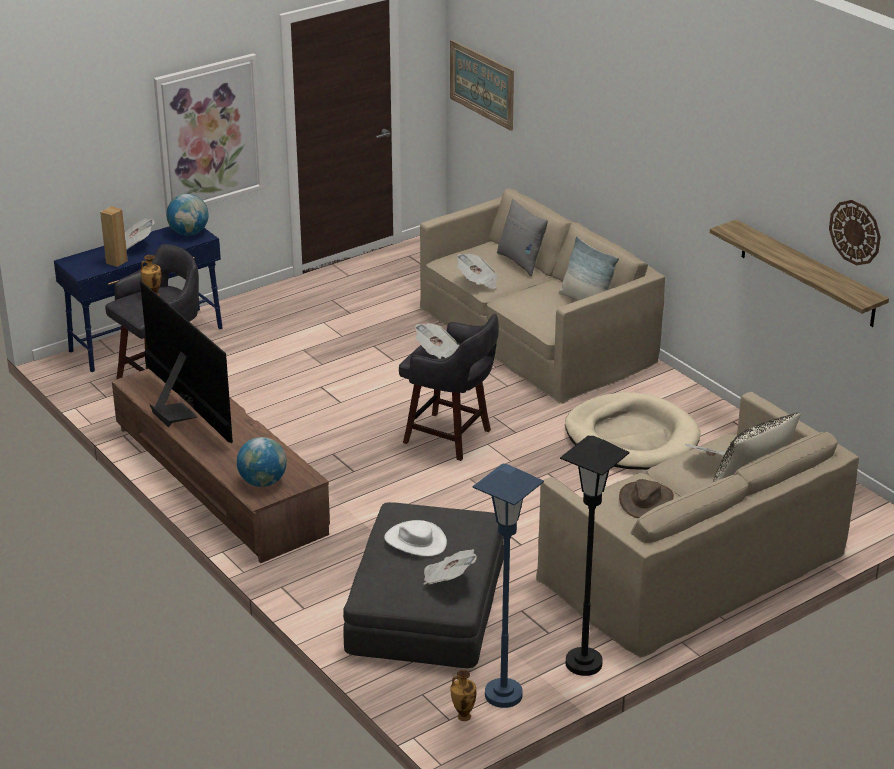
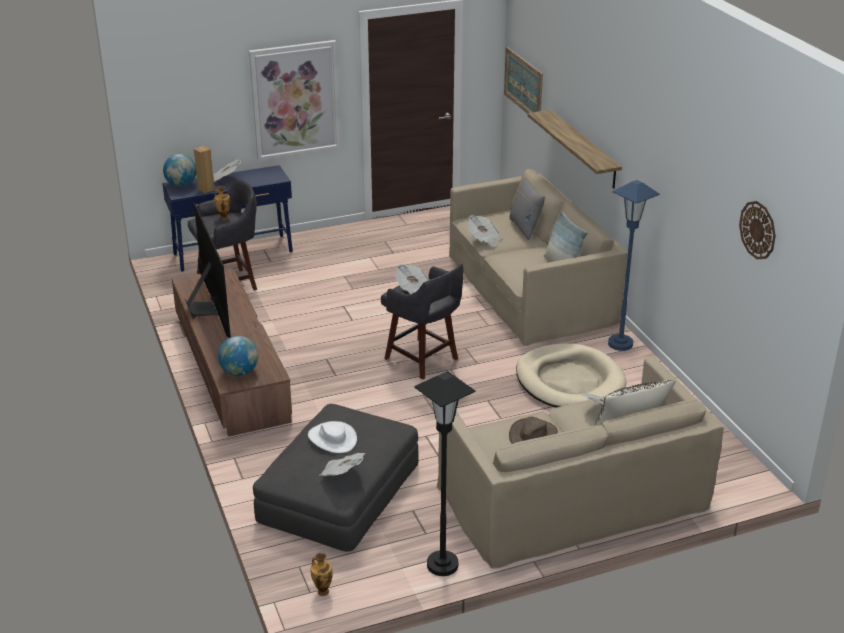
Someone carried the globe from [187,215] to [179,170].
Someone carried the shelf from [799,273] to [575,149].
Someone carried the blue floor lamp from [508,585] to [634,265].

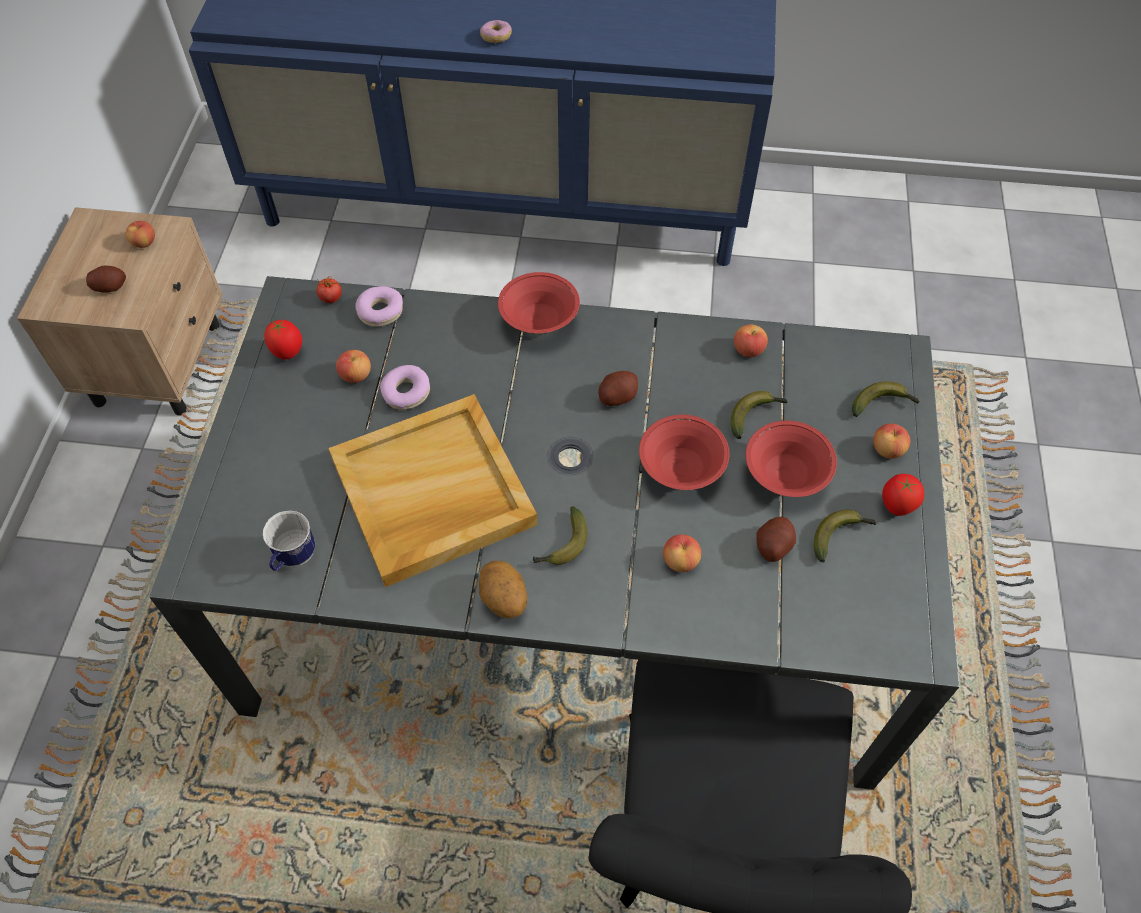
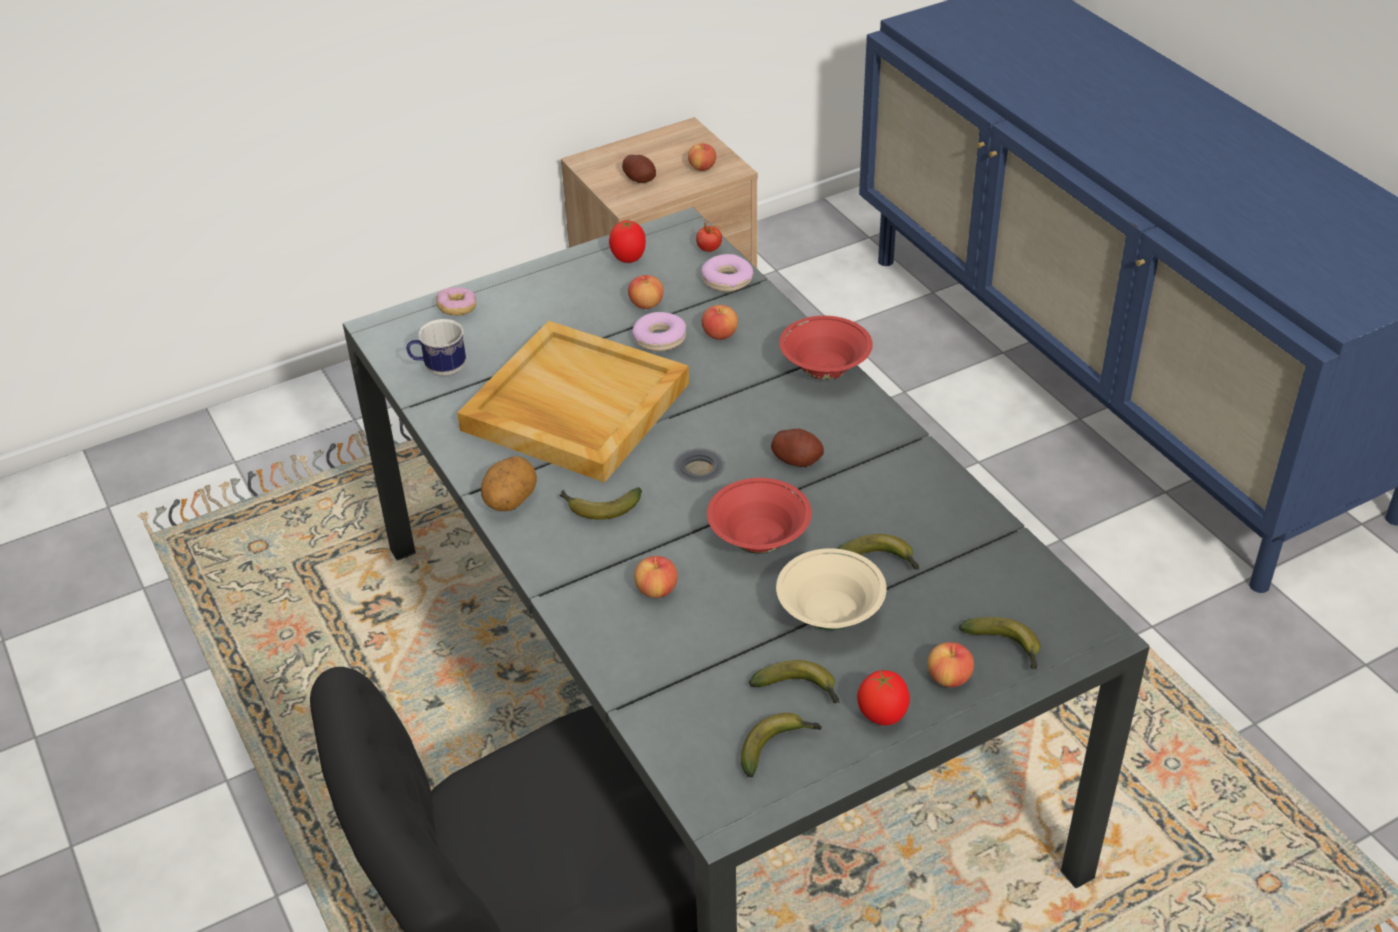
Someone carried the donut from [496,31] to [456,301].
Someone carried the apple from [751,340] to [720,322].
Someone put down the banana at [781,745].
Someone repainted the red bowl at [791,459], which became the beige bowl at [831,589].
Someone took away the potato at [776,539].

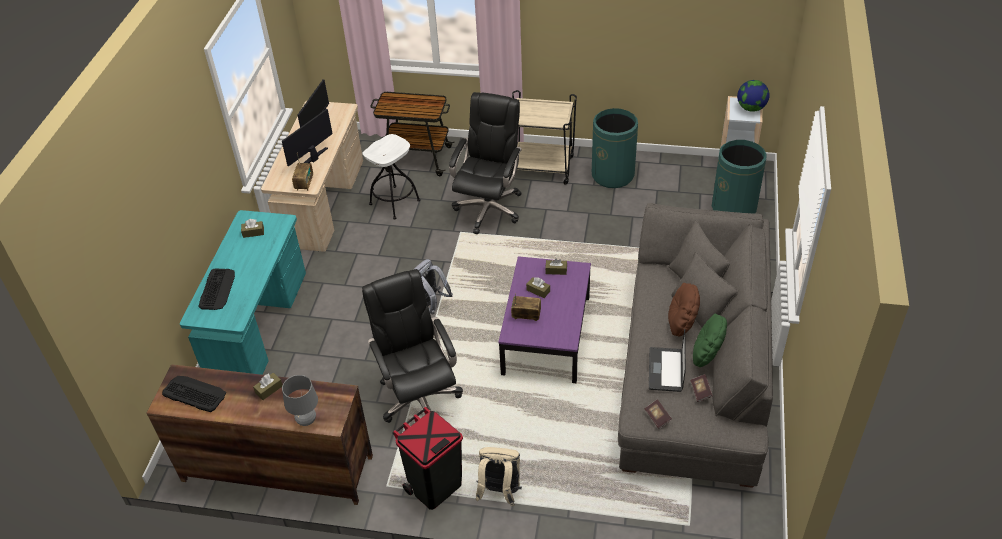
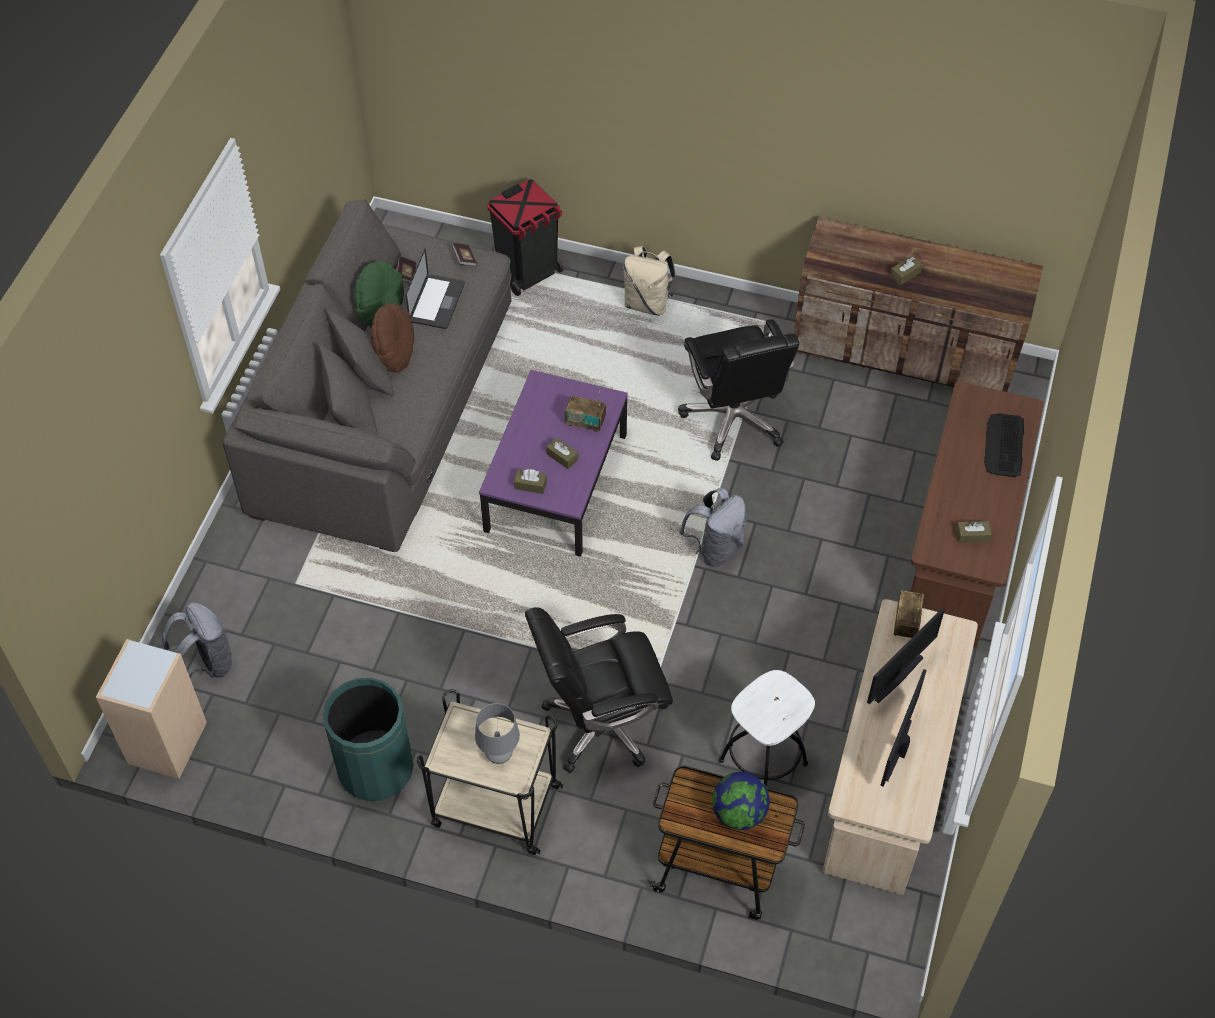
Someone swapped the green trash can at [739,177] for the grey backpack at [197,640].
Someone carried the grey table lamp from [300,400] to [497,733].
Someone carried the black trash can from [428,458] to [525,237].
Someone rotated the black office chair at [485,163] by 45 degrees clockwise.
Someone carried the globe from [753,96] to [741,801].
Someone repainted the turquoise desk at [243,292], which became the brown desk at [976,514].
Someone took away the keyboard at [194,394].

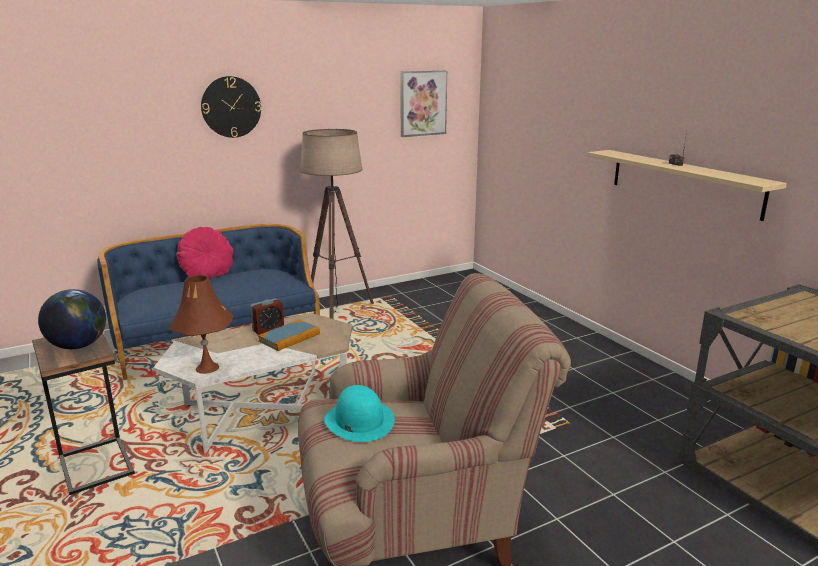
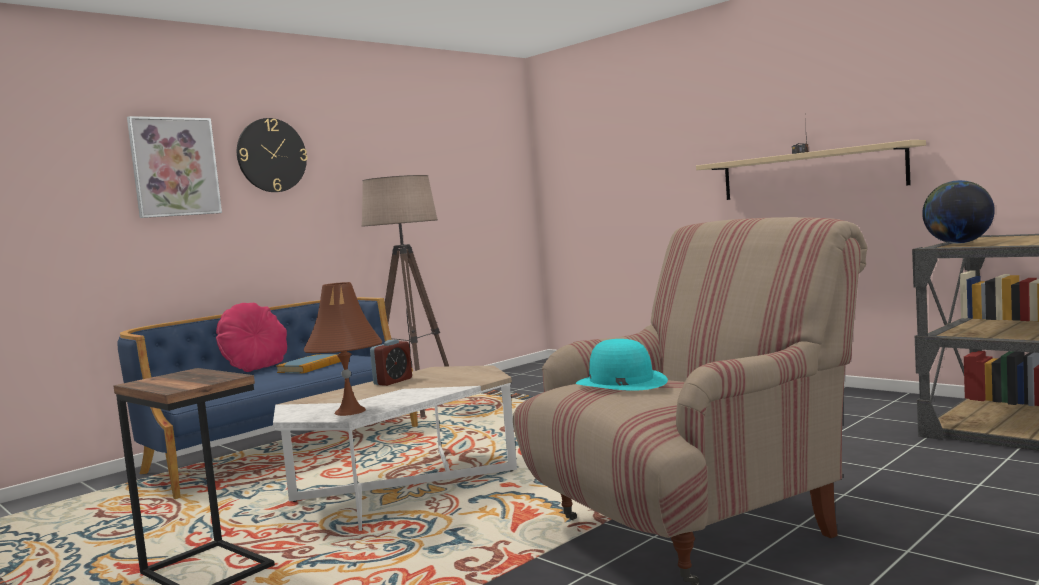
Someone carried the picture from [423,104] to [174,167].
Someone carried the book from [289,335] to [308,363].
Someone carried the globe from [72,319] to [958,212].

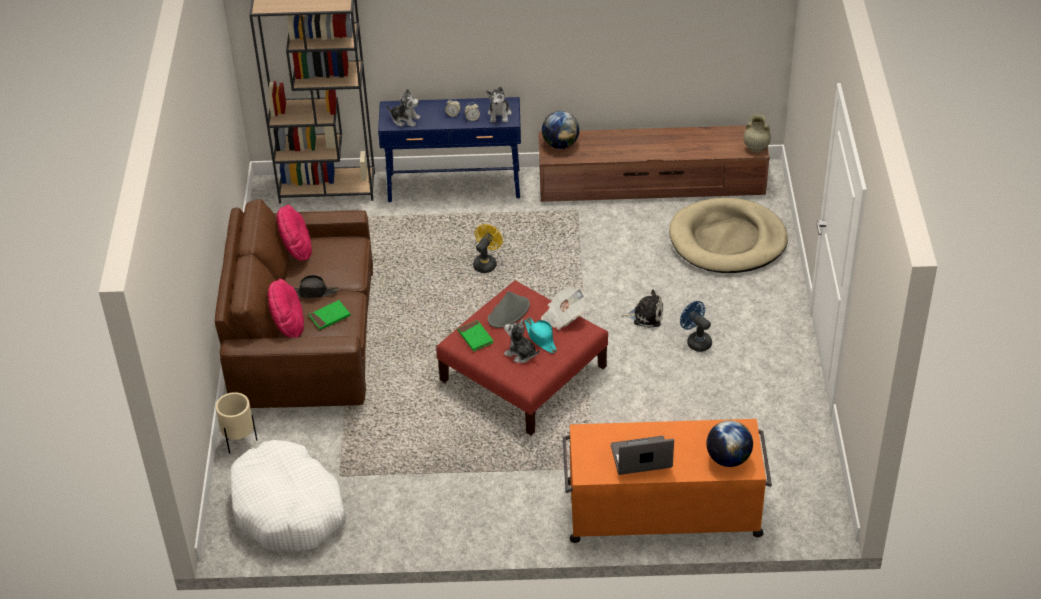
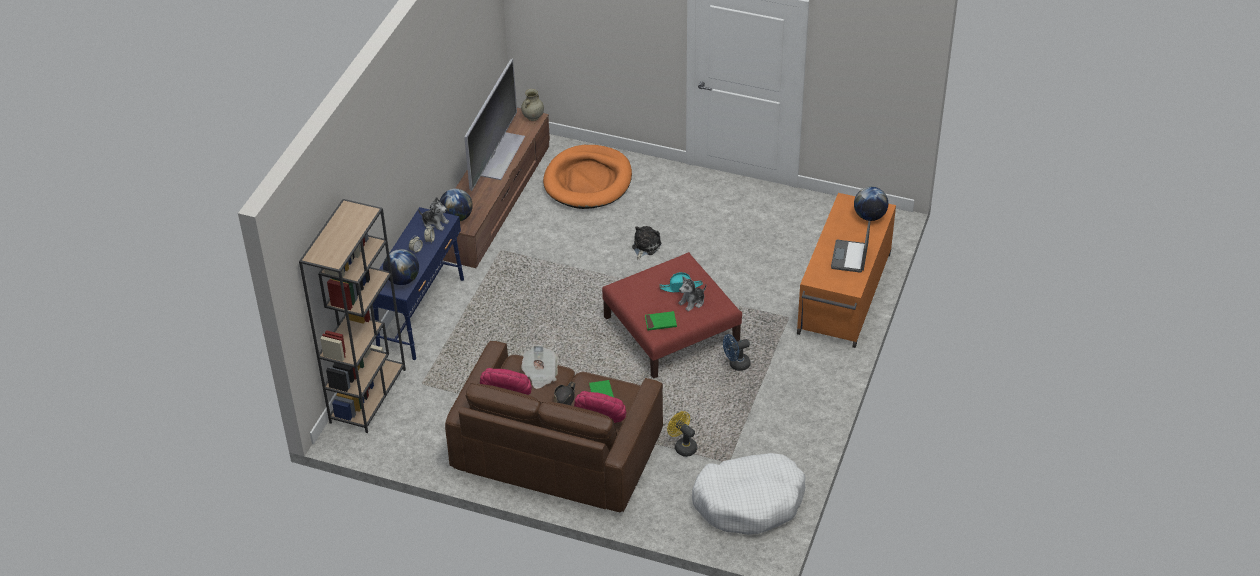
Someone swapped the plush toy at [403,108] for the globe at [401,267].
Someone put down the television at [494,125].
Someone carried the newspaper from [563,308] to [539,367].
Someone repainted the beige dog bed at [728,235], which became the orange dog bed at [587,177].
Someone carried the yellow fan from [488,248] to [682,434].
Someone carried the blue fan from [696,326] to [737,352].
Someone took away the beige planter at [236,423].
Someone took away the grey hat at [509,309].

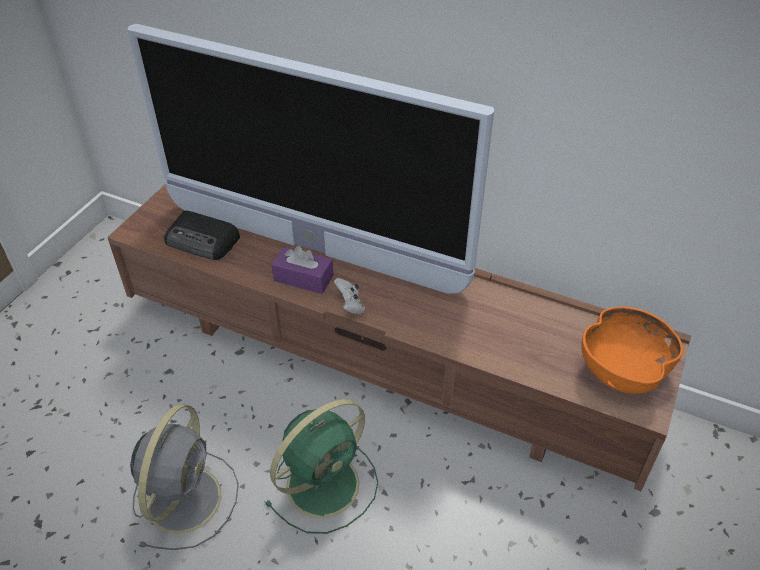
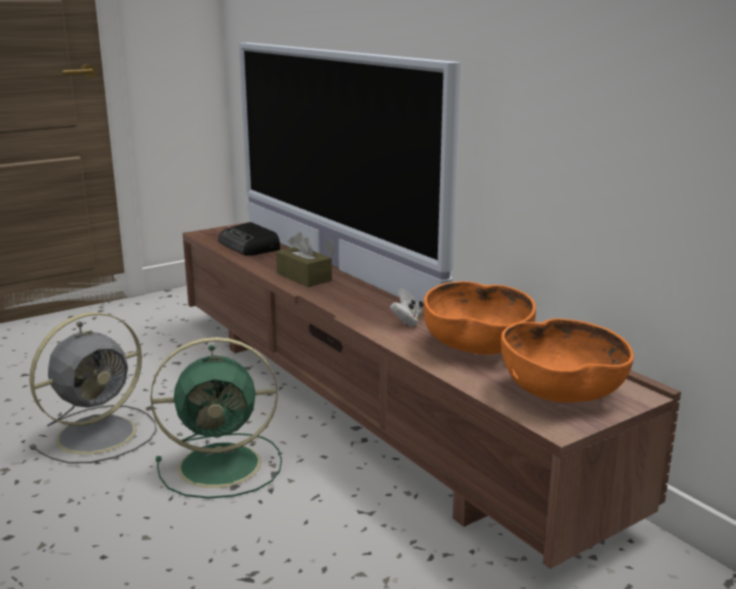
Someone repainted the purple tissue box at [303,270], which became the brown tissue box at [304,259].
Someone carried the white game controller from [349,296] to [407,307].
Someone put down the orange bowl at [480,318].

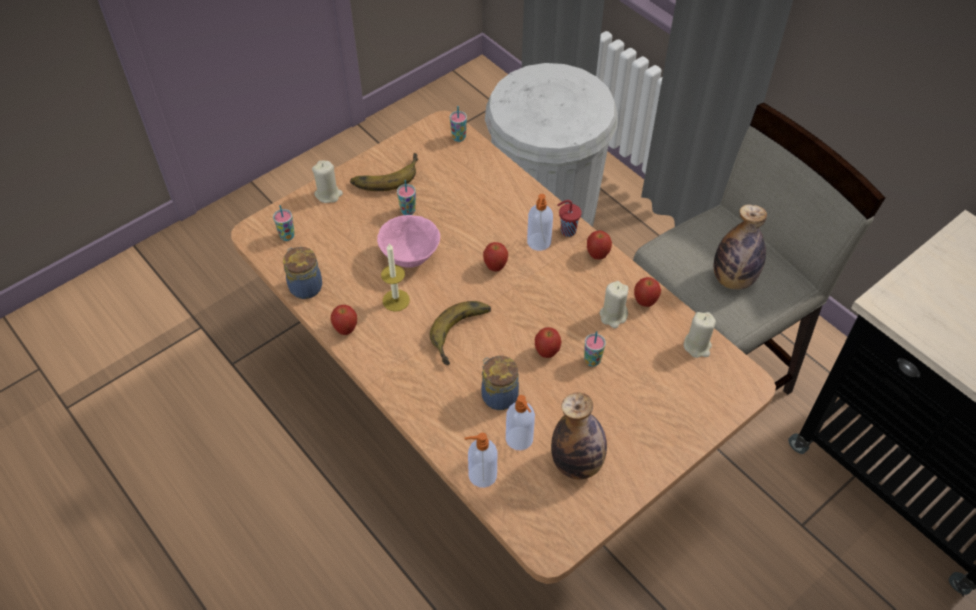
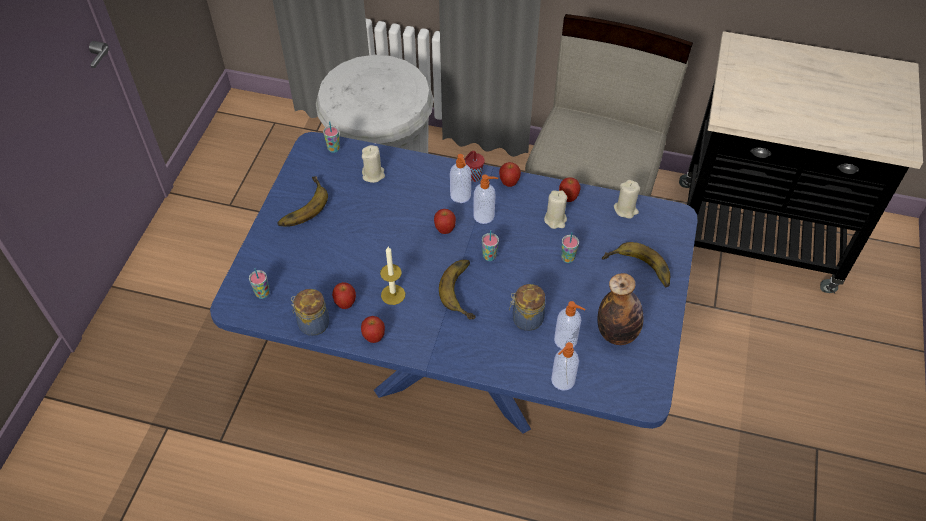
Someone repainted the brown dining table at [503,347], which became the blue dining table at [453,282].
Someone carried the apple from [548,342] to [344,295].
Someone carried the beige candle from [327,182] to [373,164].
Someone put down the soap dispenser at [485,199].
Someone carried the cup from [406,197] to [490,245].
Someone put down the banana at [636,264].
Someone took away the pink bowl at [408,241].
Someone took away the bottle at [740,247].

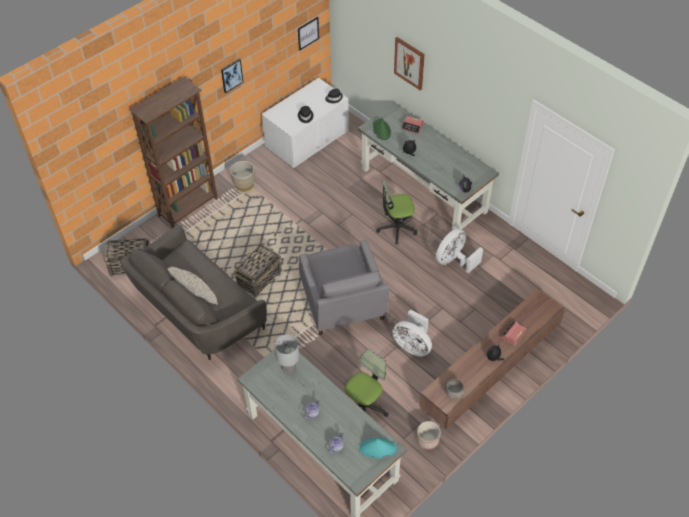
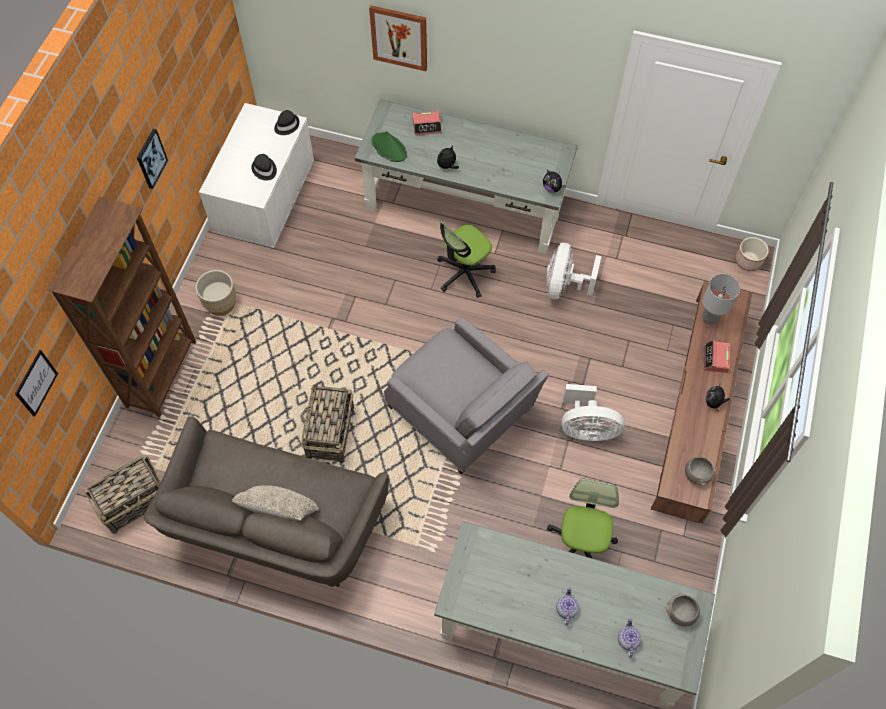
Someone carried the picture from [308,34] to [36,383].
Someone swapped the turquoise hat at [378,448] for the grey bowl at [683,610].
Someone carried the grey table lamp from [287,354] to [721,299].
Someone carried the planter from [429,435] to [752,254].

